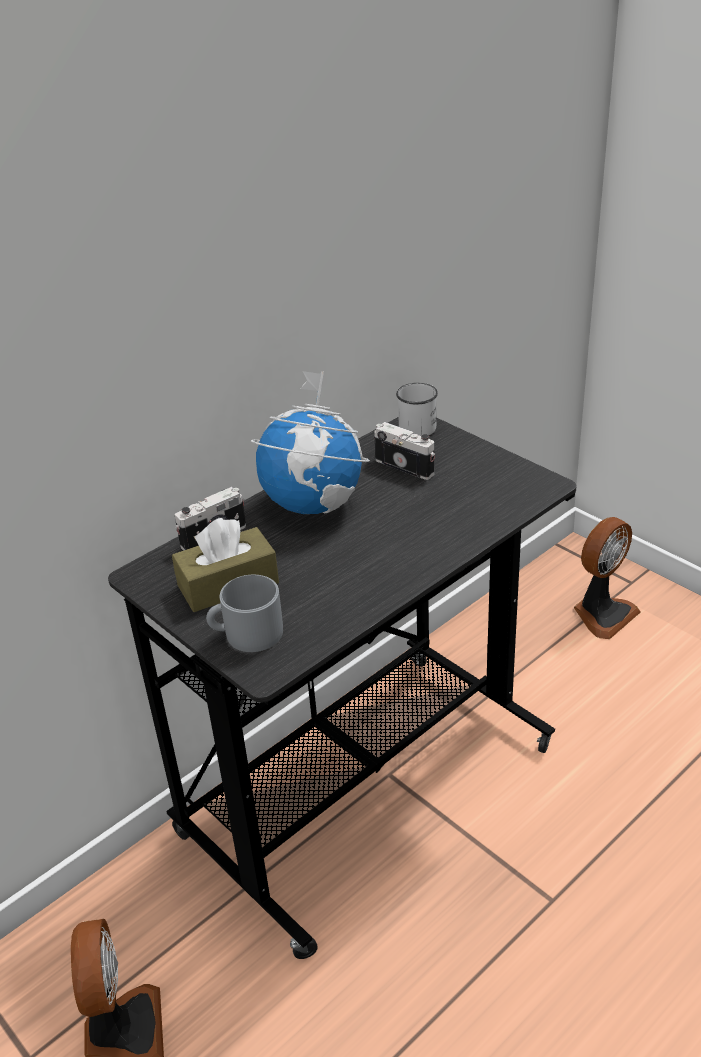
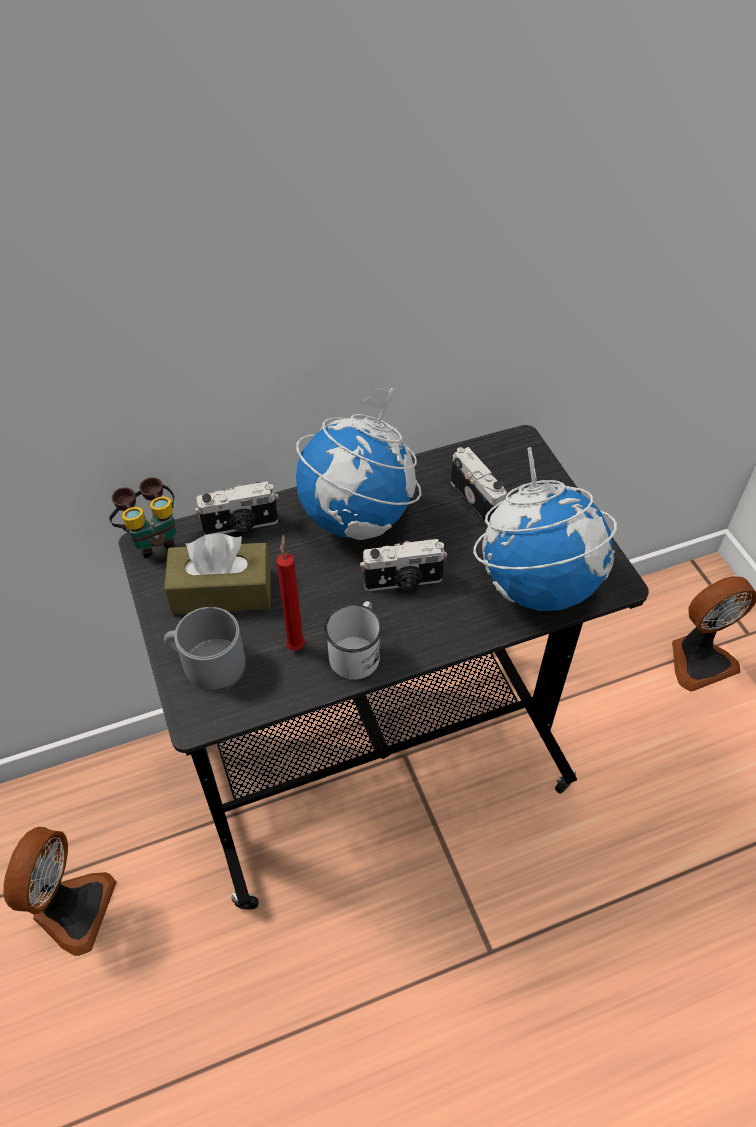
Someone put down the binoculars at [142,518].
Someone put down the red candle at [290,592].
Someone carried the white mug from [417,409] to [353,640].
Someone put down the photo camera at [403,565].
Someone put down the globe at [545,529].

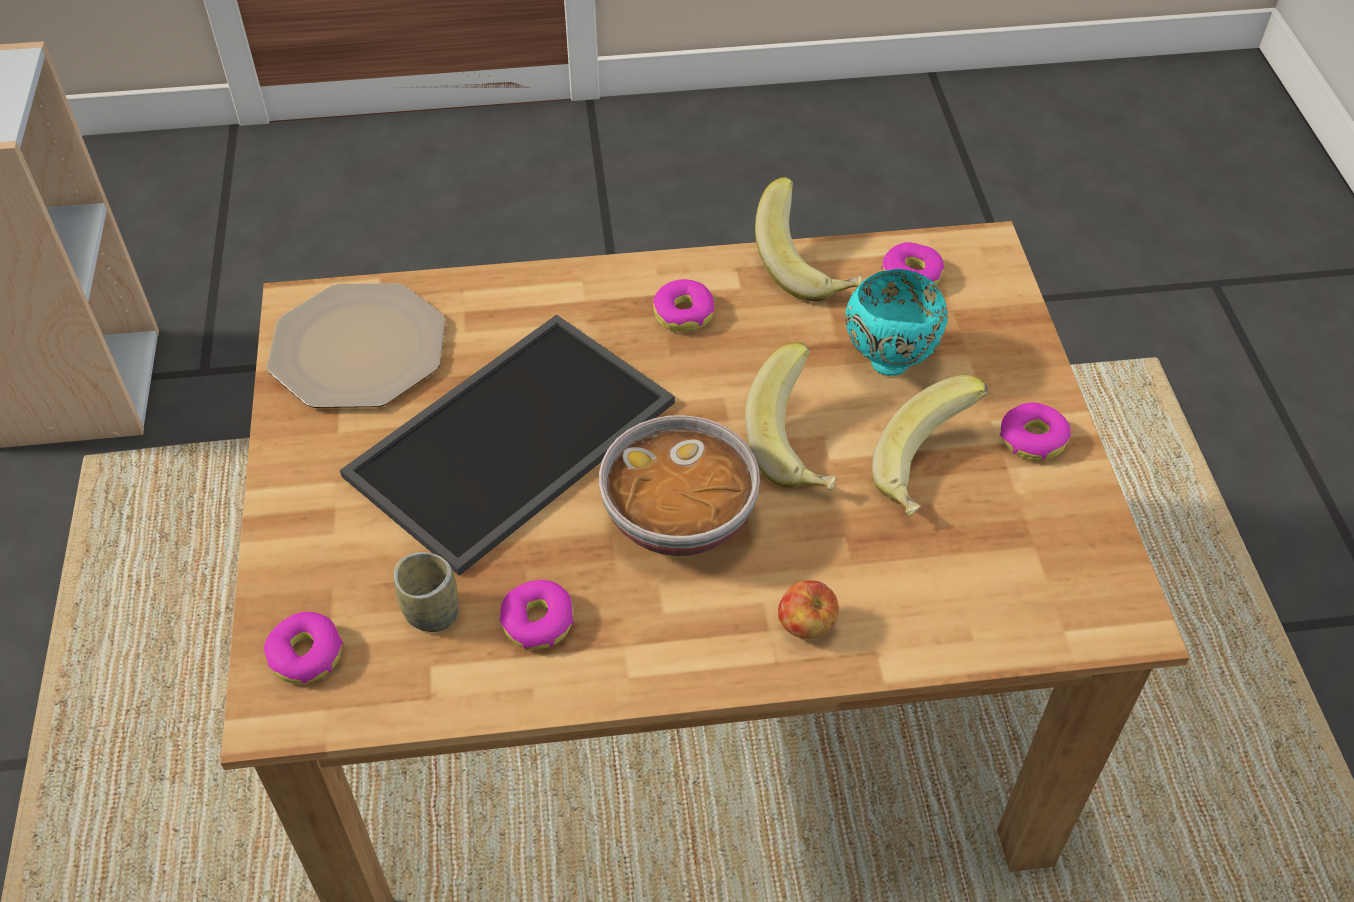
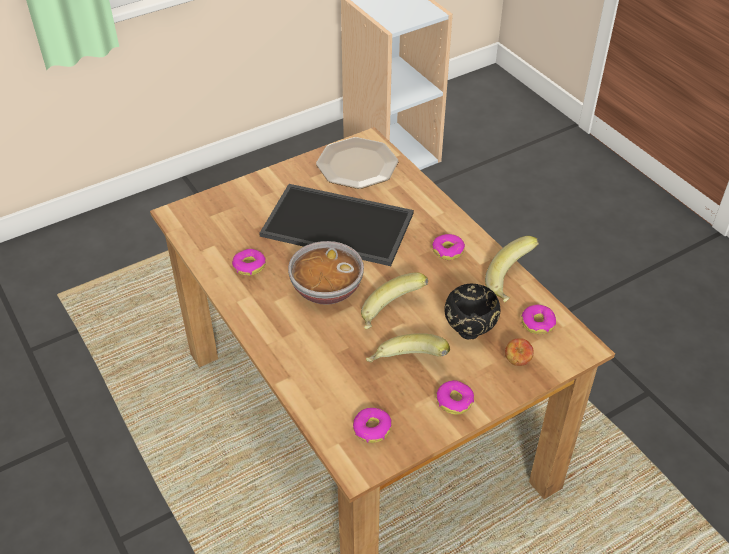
Someone carried the donut from [303,648] to [372,425].
Someone repainted the turquoise bowl at [896,322], which became the black bowl at [472,312].
Someone carried the apple from [808,609] to [519,352].
Someone took away the cup at [425,592].

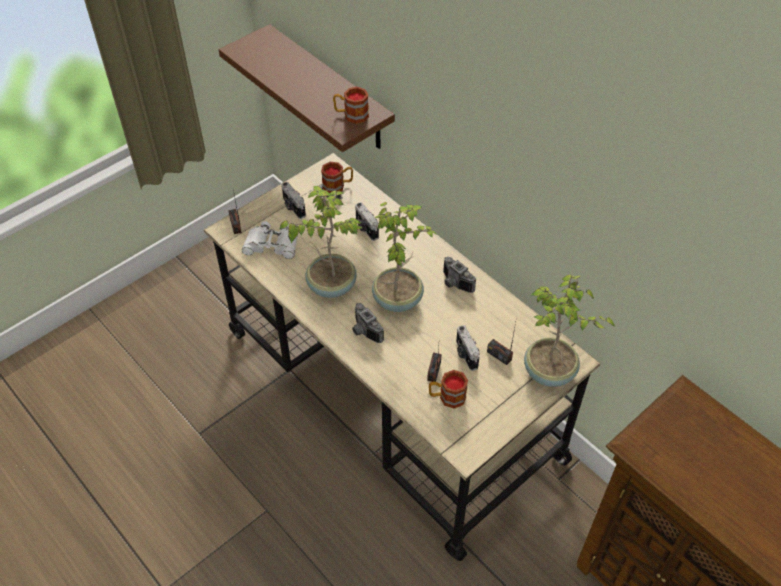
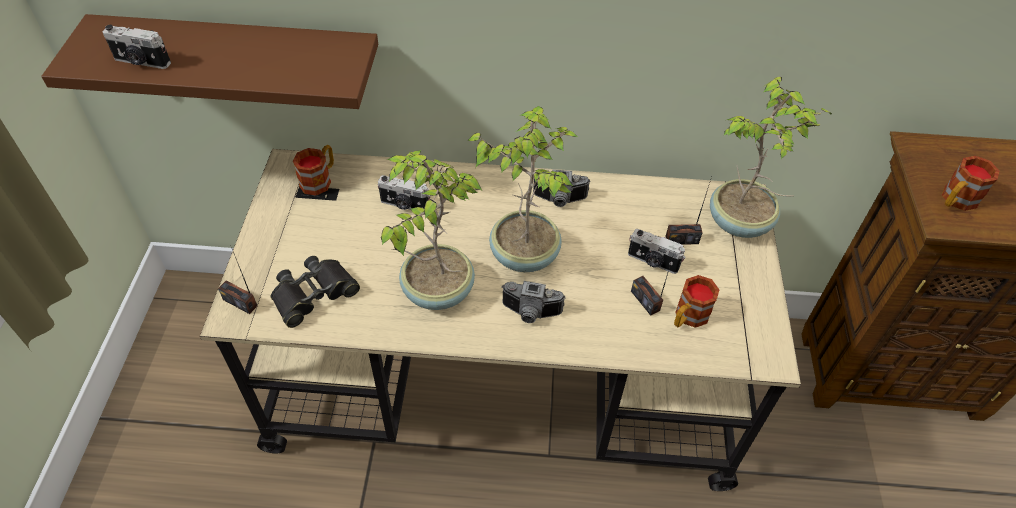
Someone carried the photo camera from [293,200] to [136,47].
Someone repainted the white binoculars at [270,240], which became the black binoculars at [315,292].
Someone carried the mug from [351,105] to [971,183].

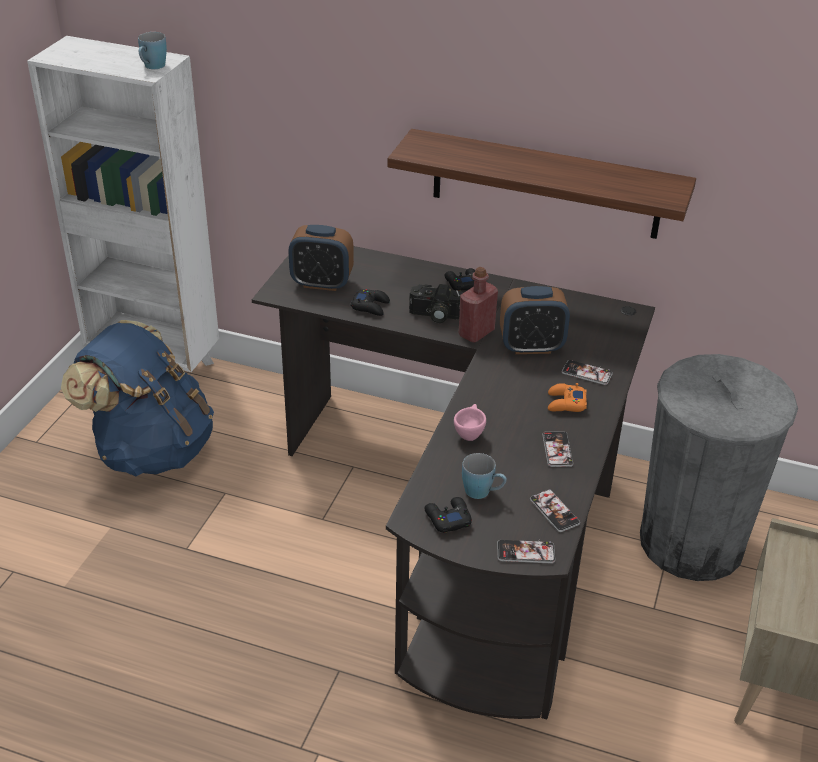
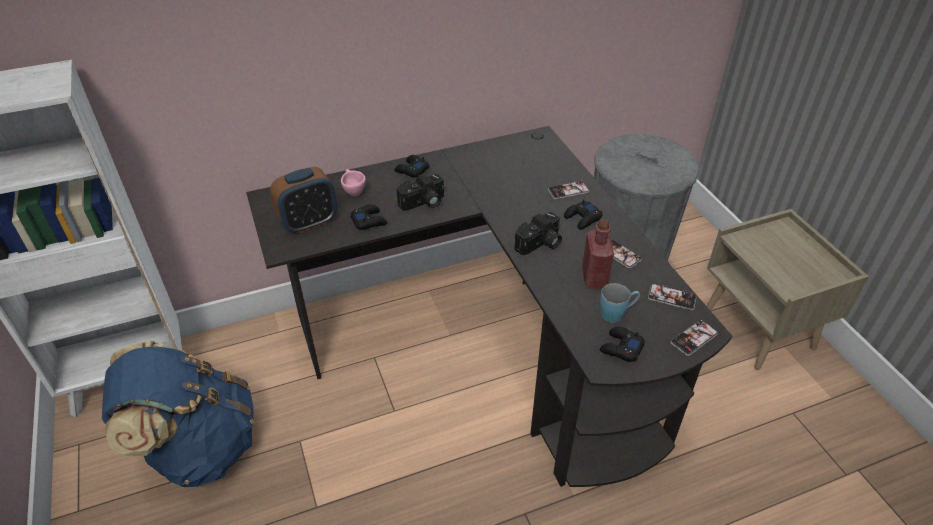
Someone carried the pink cup from [470,422] to [353,182].
Someone put down the photo camera at [538,233].
Someone repainted the orange game controller at [567,397], which became the black game controller at [583,215].
Someone carried the red bottle from [478,305] to [598,254].
Someone took away the blue mug at [152,50].
Someone took away the shelf at [541,184].
Someone took away the alarm clock at [535,320].

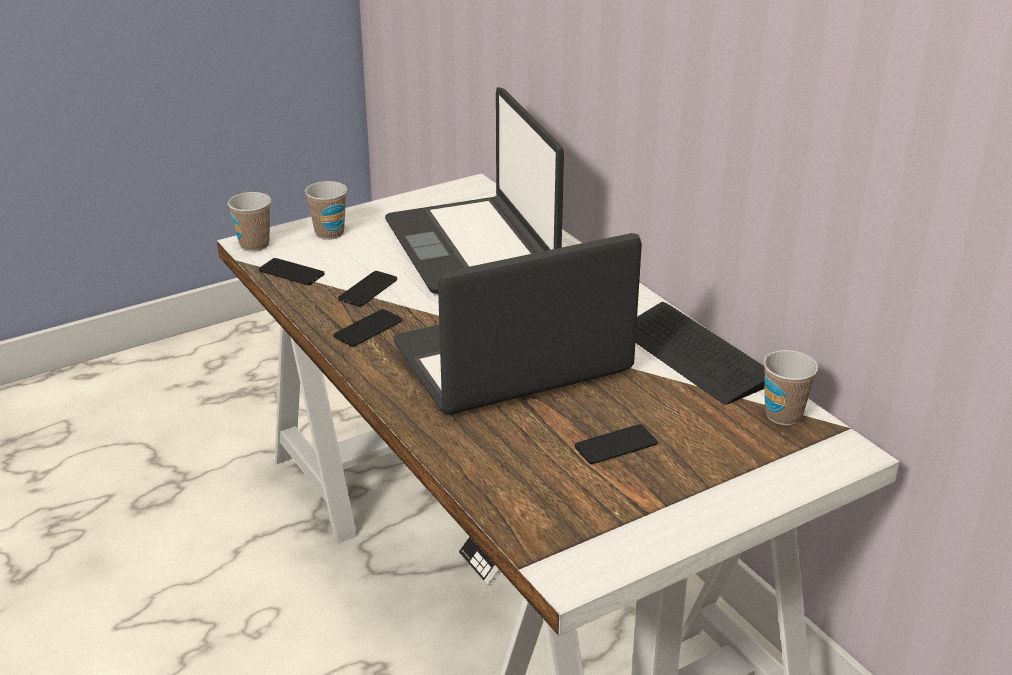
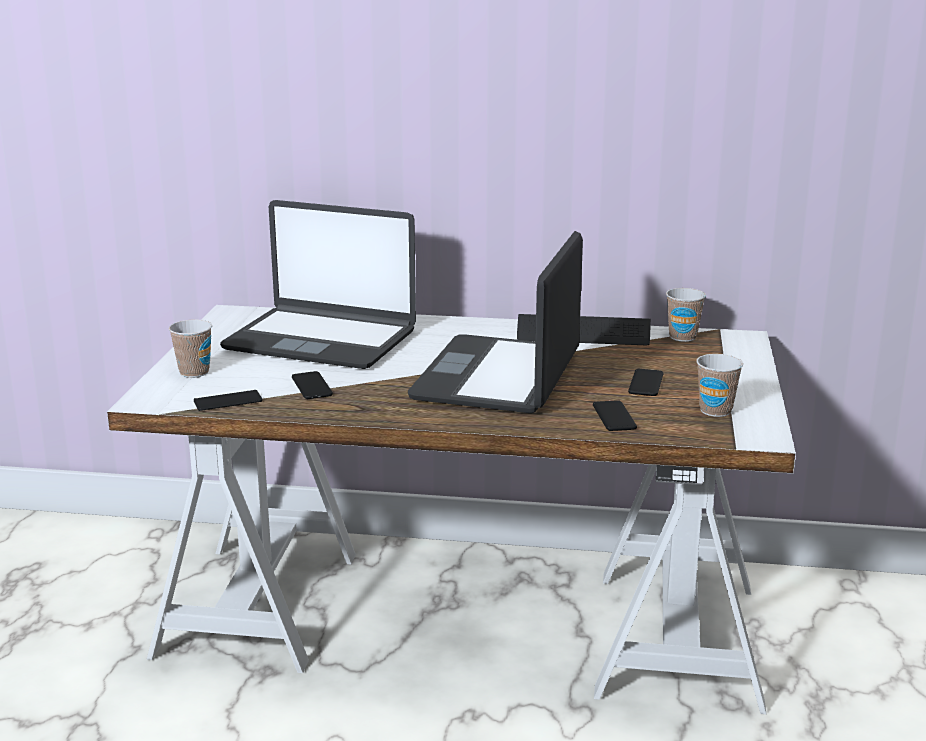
Someone carried the phone from [368,328] to [615,415].
Someone carried the cup from [249,222] to [719,385].

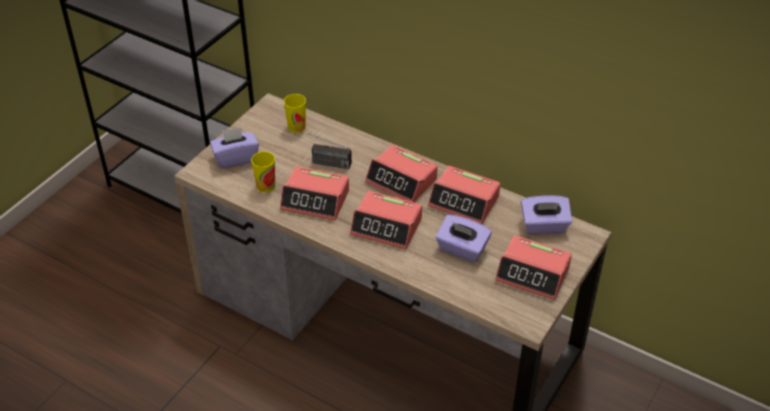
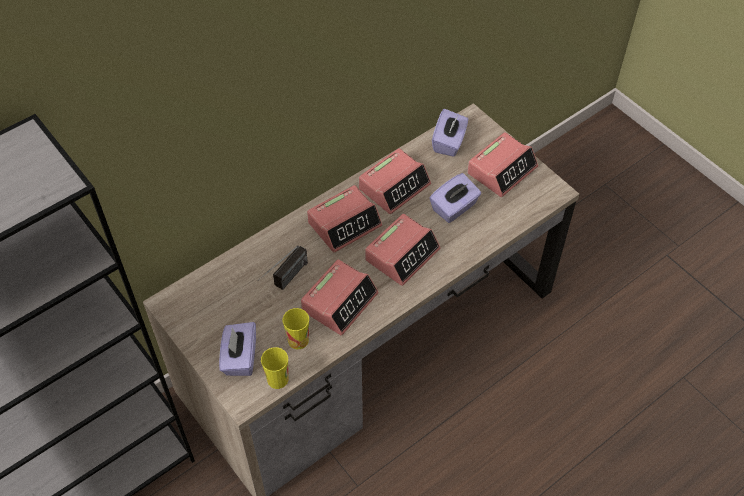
Someone carried the cup from [295,113] to [274,368].

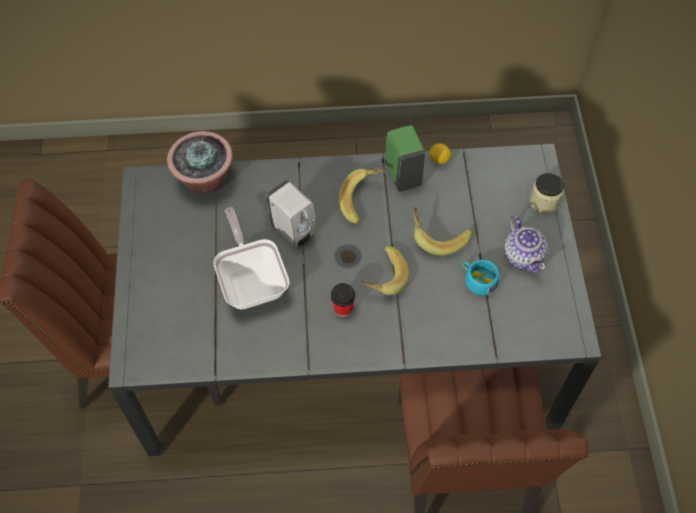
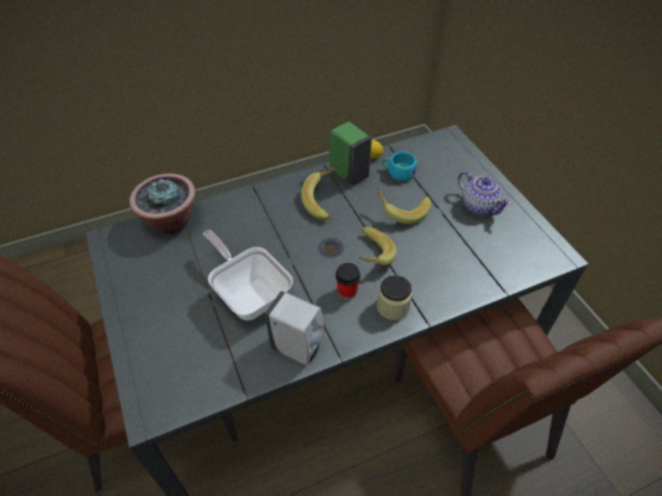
Someone carried the white soap dispenser from [291,214] to [294,328].
Someone carried the jar from [547,193] to [394,297].
Someone carried the turquoise cup from [480,277] to [399,166].

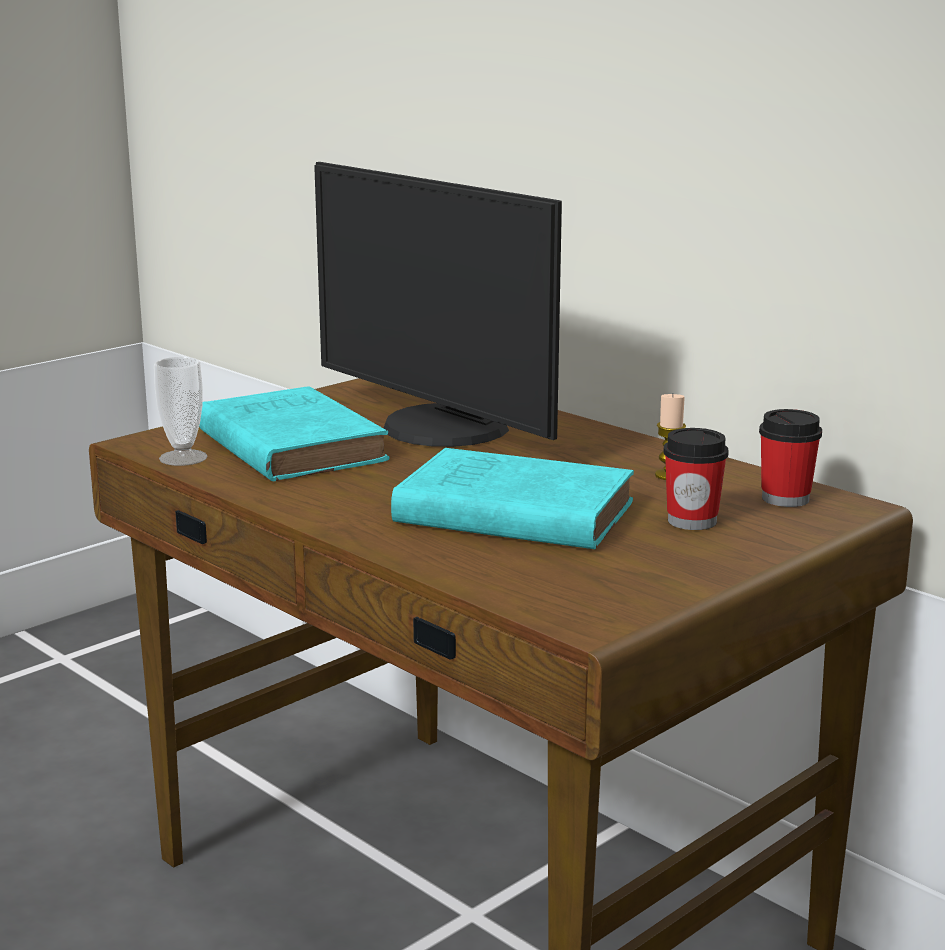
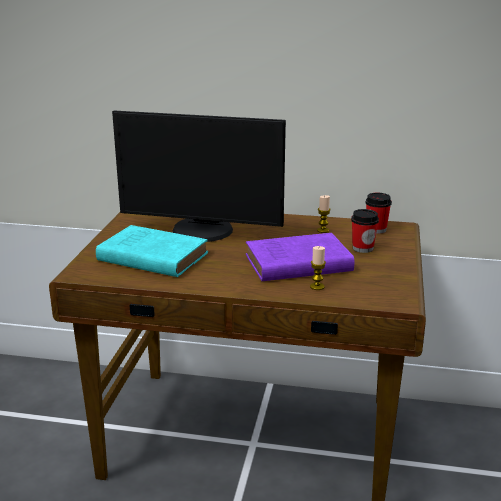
Someone repainted the turquoise book at [512,498], which became the purple book at [300,257].
Someone put down the candle at [318,268].
Someone took away the cup at [180,411].

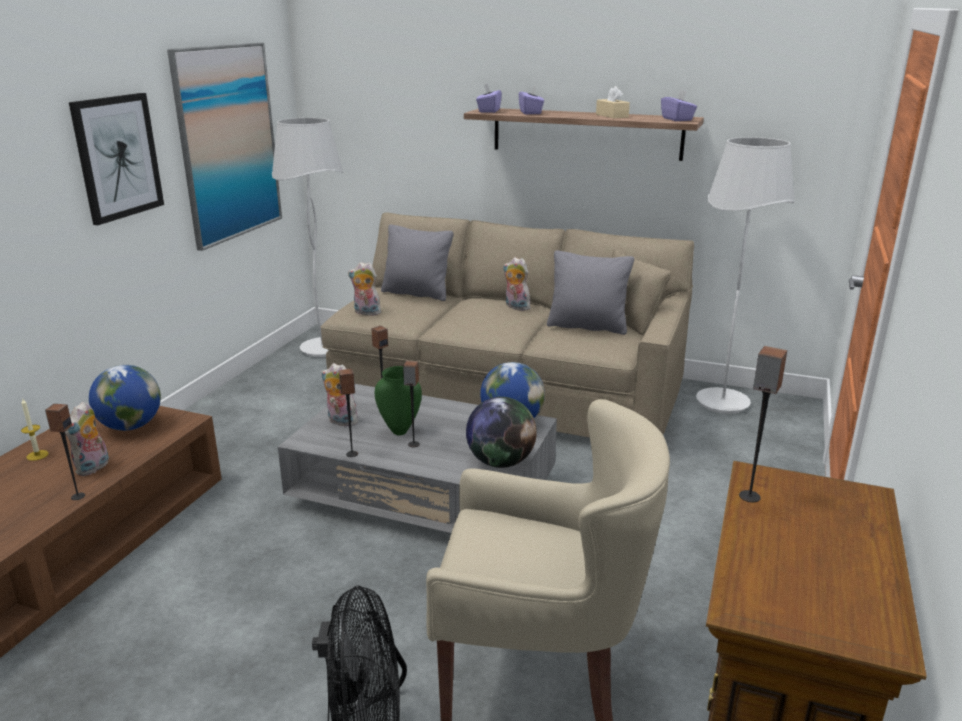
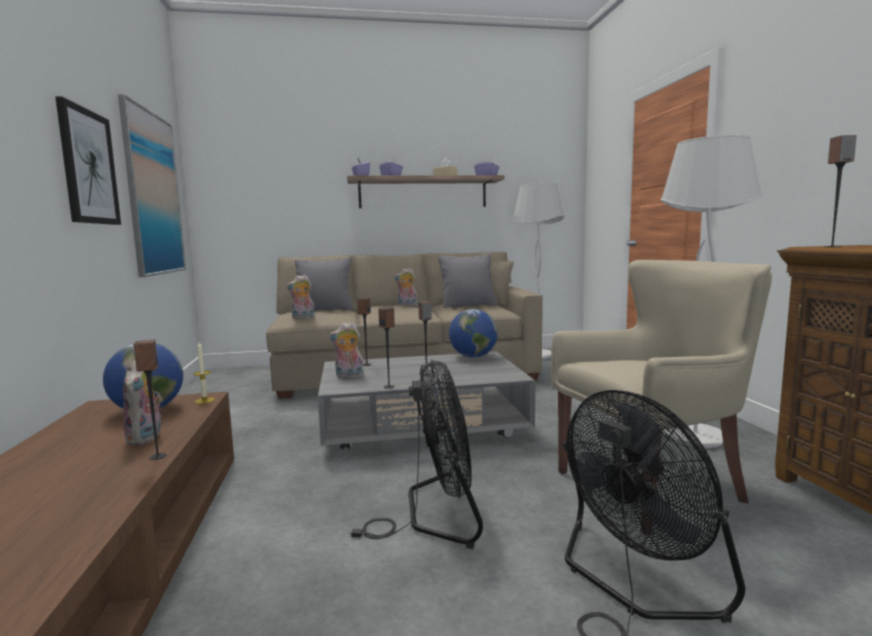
Someone carried the candle from [35,430] to [204,373].
Someone put down the black fan at [416,454].
Someone carried the white floor lamp from [308,237] to [711,291].
Someone took away the green vase at [398,400].
Someone took away the globe at [501,432].

